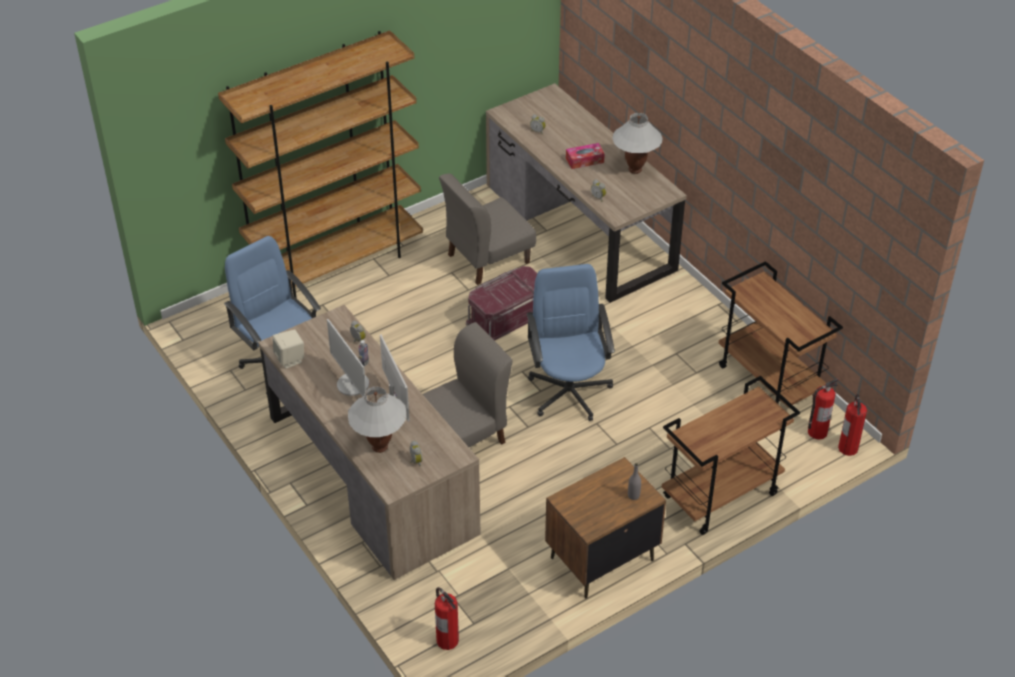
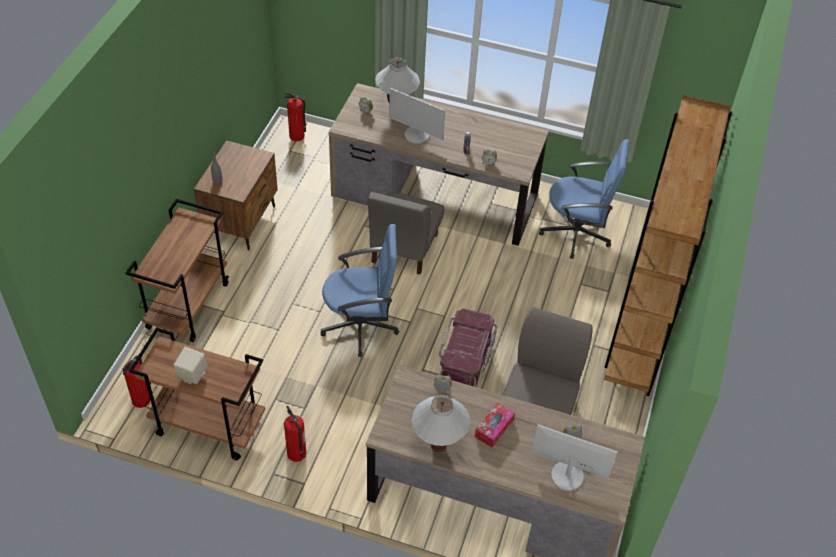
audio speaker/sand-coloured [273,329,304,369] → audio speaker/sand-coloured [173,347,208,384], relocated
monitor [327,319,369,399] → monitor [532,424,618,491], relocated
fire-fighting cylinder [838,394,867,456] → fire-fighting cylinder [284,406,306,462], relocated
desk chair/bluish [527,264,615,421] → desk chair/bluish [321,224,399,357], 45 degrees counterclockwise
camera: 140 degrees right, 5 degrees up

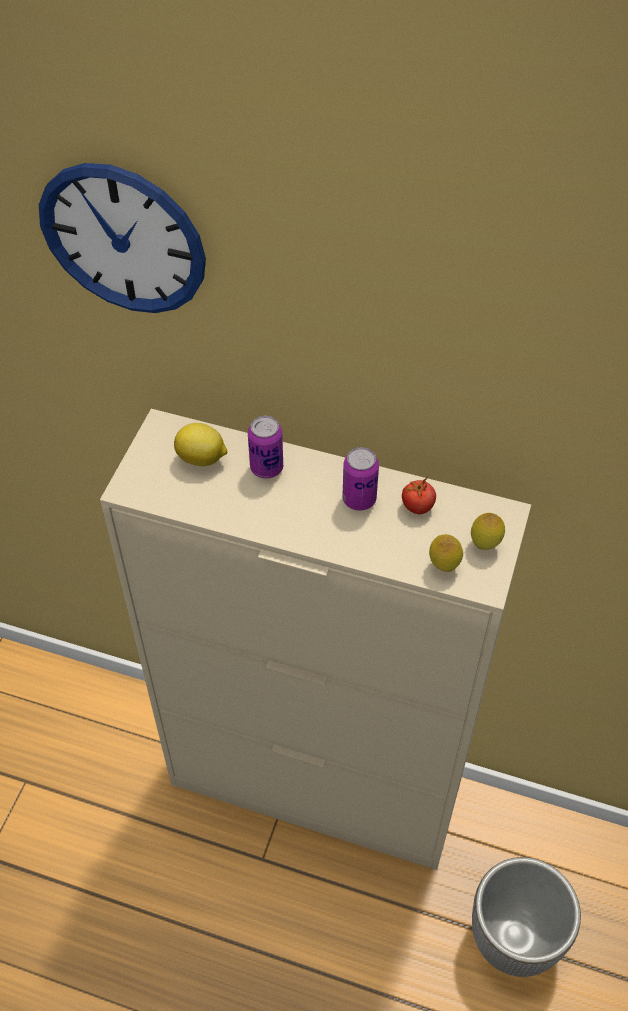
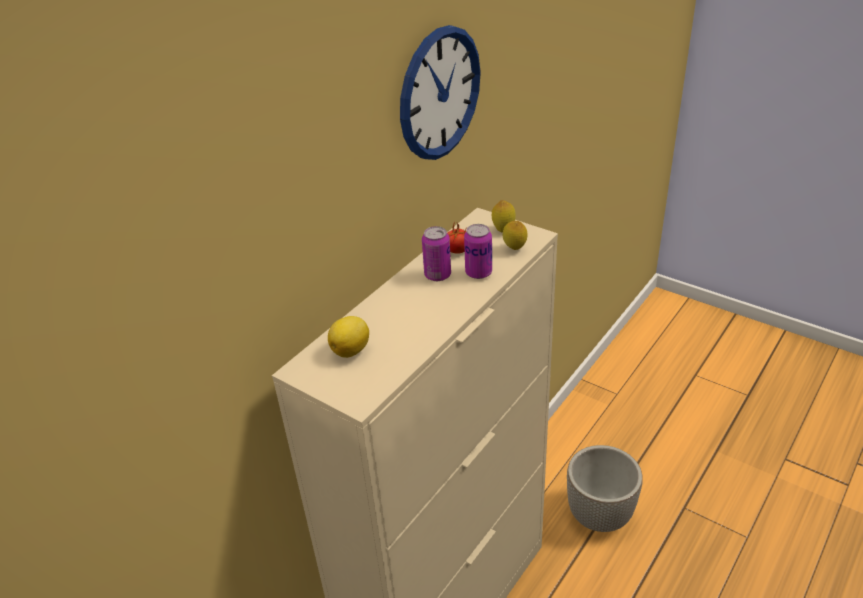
hanging clock [39,163,206,313] → hanging clock [400,25,481,160], relocated
can [248,416,283,479] → can [464,224,492,279], relocated
camera: 70 degrees left, 15 degrees down

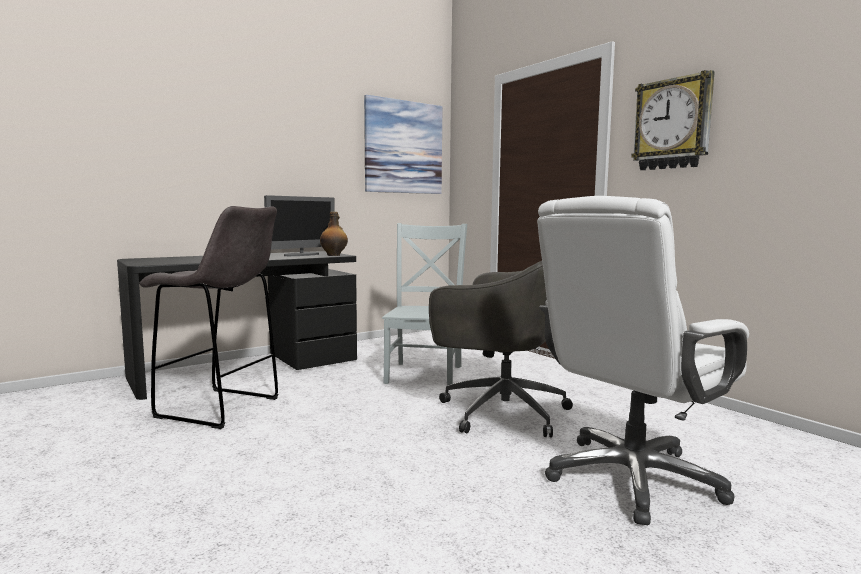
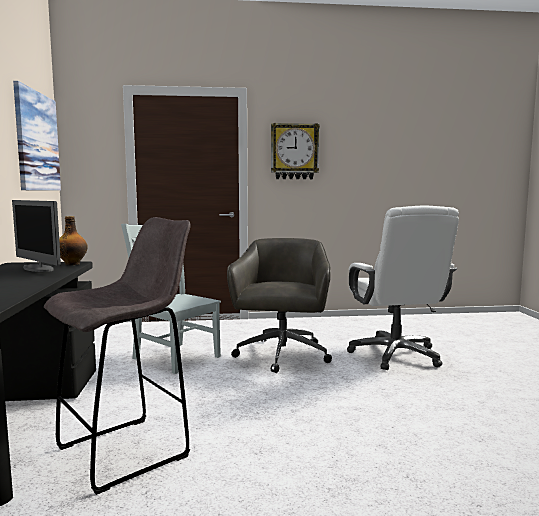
monitor [264,195,335,256] → monitor [12,200,61,272], 150 degrees clockwise
desk chair/greyish [429,261,573,438] → desk chair/greyish [227,238,332,373], 45 degrees counterclockwise
camera: 60 degrees left, 0 degrees up

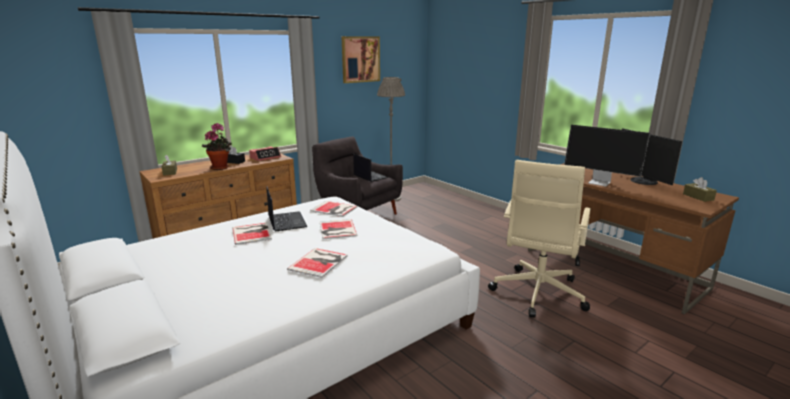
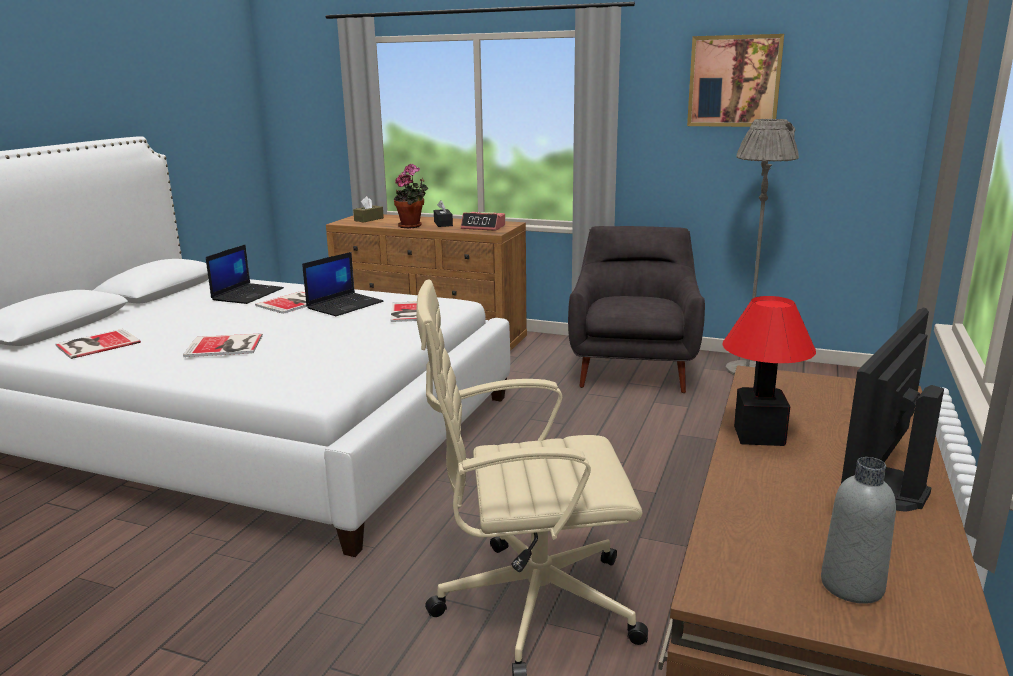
bound book [320,219,358,239] → bound book [55,329,141,359], relocated
laptop [353,154,389,182] → laptop [206,245,284,304], relocated
monitor [564,125,650,186] → table lamp [722,296,816,446]
box of tissues/brownish [683,177,717,202] → drink bottle/greyish [821,457,896,604]
camera: 60 degrees right, 0 degrees up

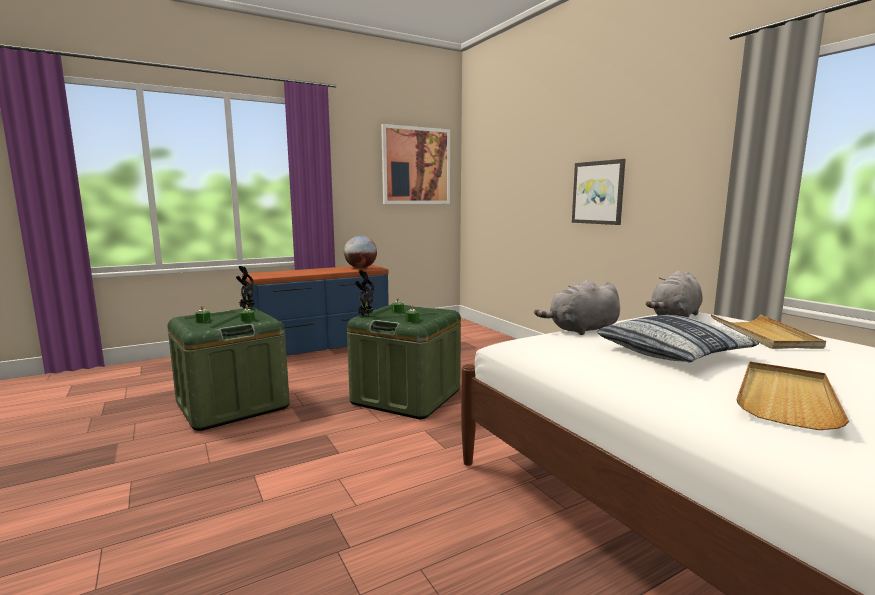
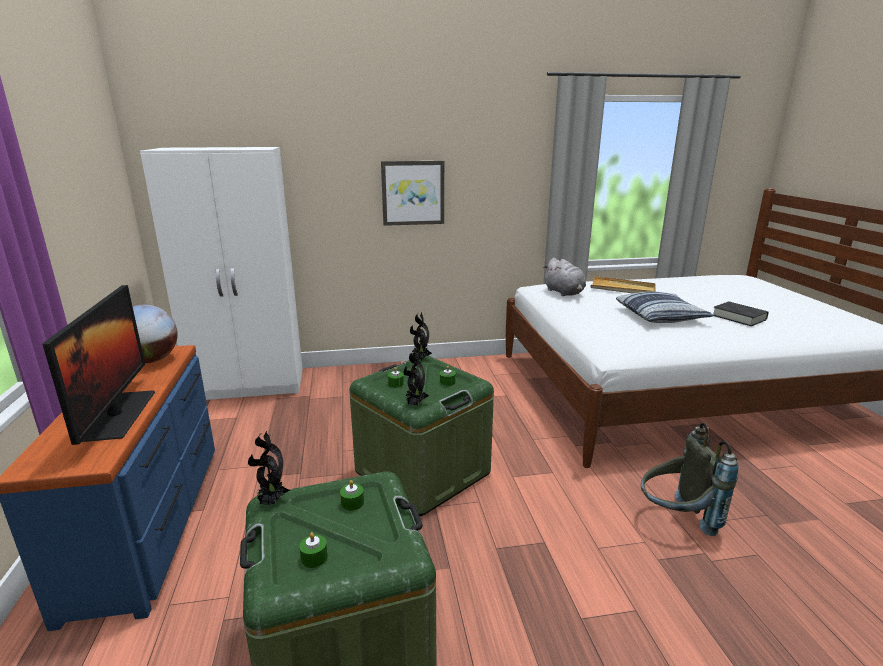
wall picture [381,124,450,204] → -
soft toy/greyish [534,280,620,335] → -
- → monitor [42,285,155,445]
- → clothes cupboard/whitish [140,147,303,400]
- → plant in a pot [410,313,432,361]
- → backpack/greyish [641,422,739,536]
carrying tray/sand-coloured [736,362,849,430] → bound book/black [713,302,769,326]
camera: 70 degrees left, 10 degrees up

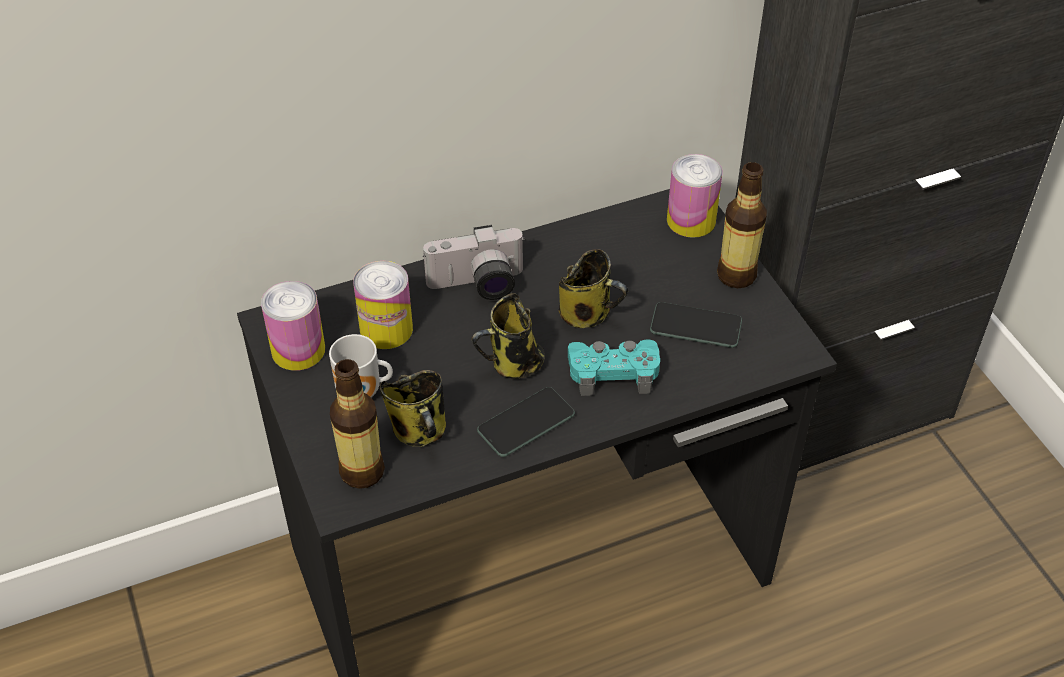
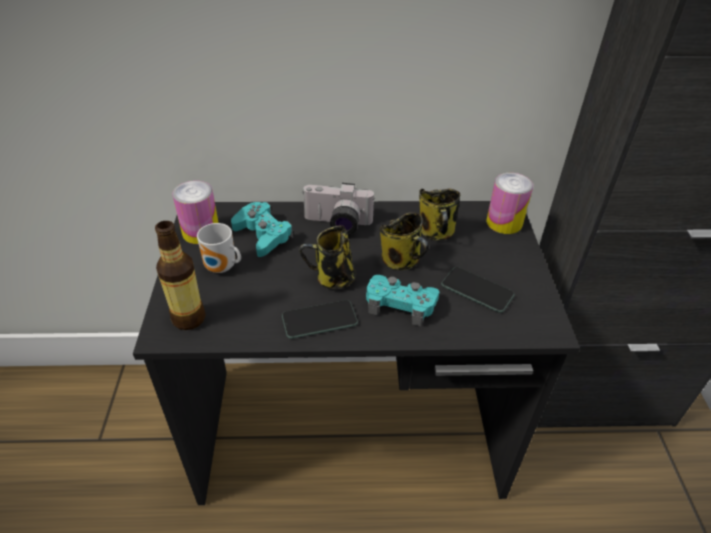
drink bottle [717,162,767,288] → -
coffee mug [379,370,446,447] → coffee mug [419,189,461,240], relocated
can [353,261,413,349] → game controller/turquoise [231,202,293,257]
camera: 20 degrees right, 5 degrees down

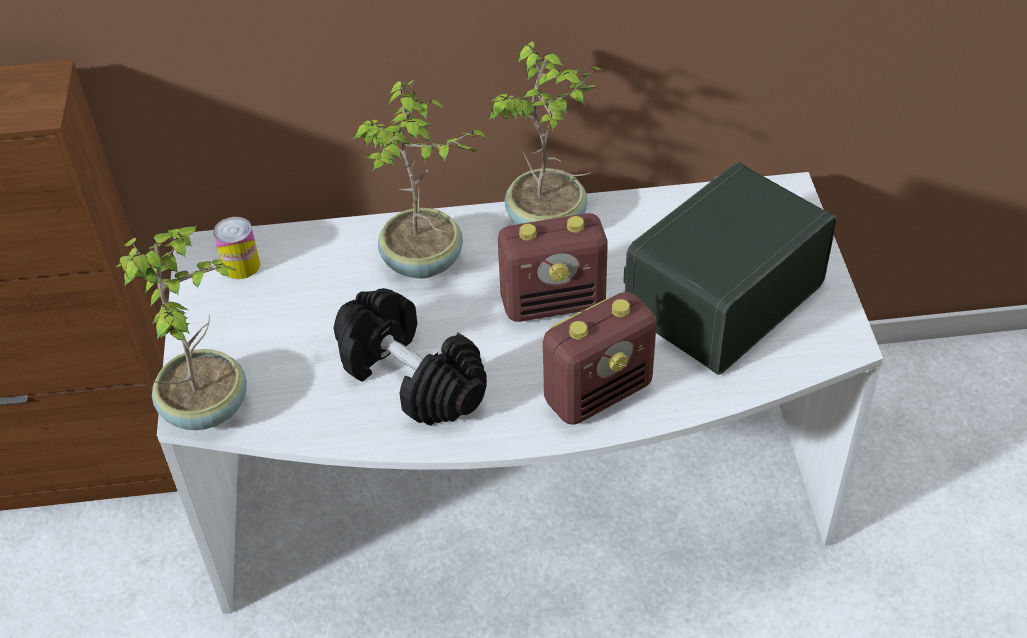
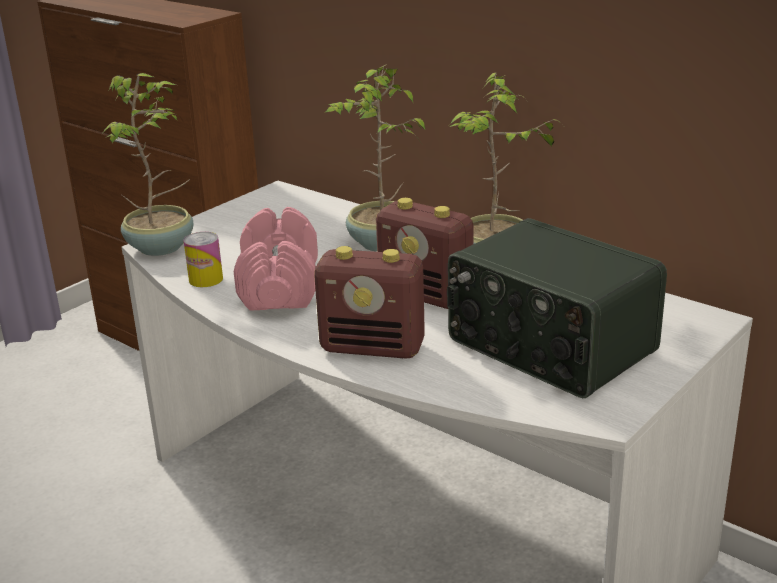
can [213,217,260,279] → can [183,232,223,287], relocated
dumbbell/black [334,288,487,426] → dumbbell/pink-coloured [234,207,318,311]
radio [623,162,837,375] → radio [447,218,667,398], 135 degrees counterclockwise
camera: 45 degrees right, 20 degrees down

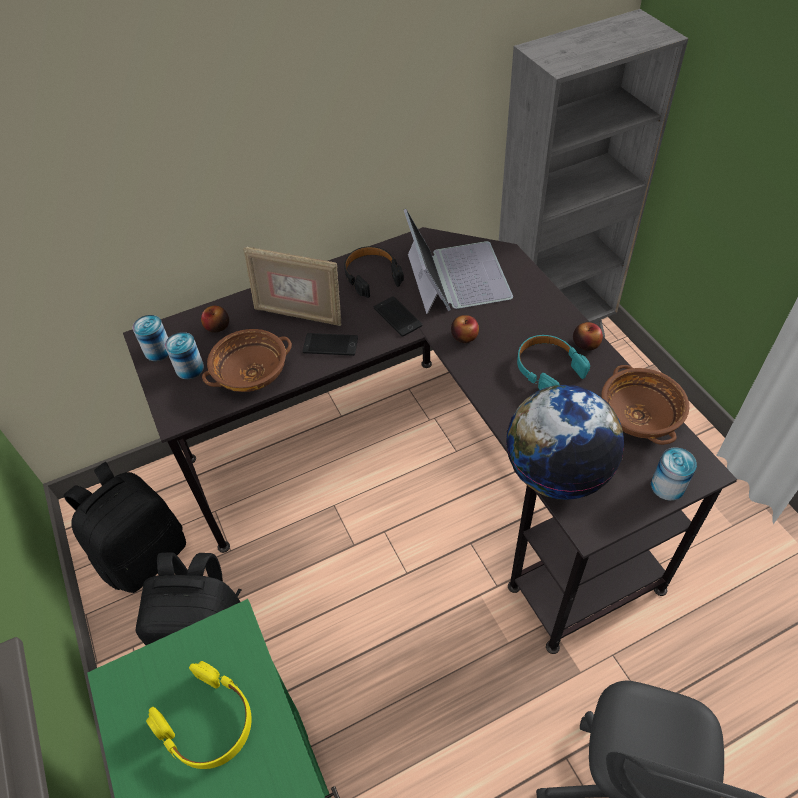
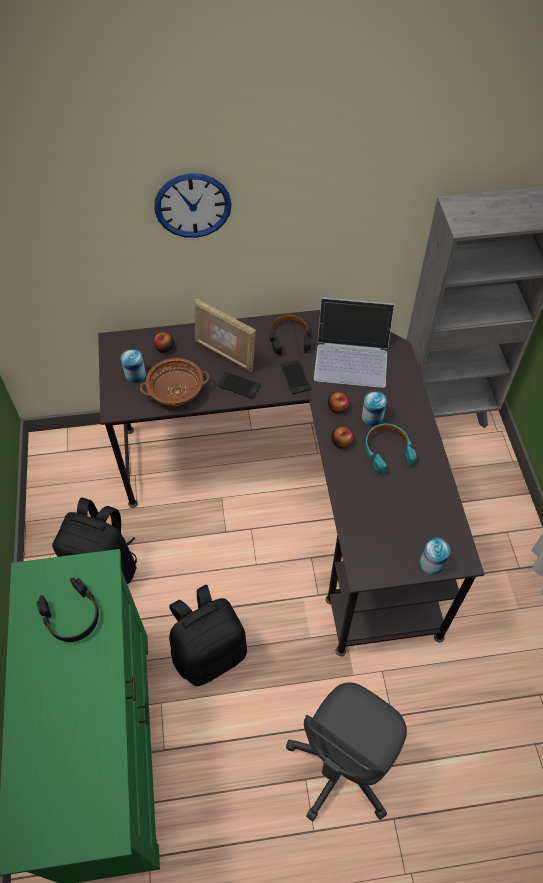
globe [506,385,624,500] → -
deep dish/brownish [601,365,689,445] → -
- → hanging clock [154,173,232,238]
backpack/black [64,462,186,593] → backpack/black [169,585,247,686], relocated
can [133,315,169,361] → can [362,391,387,426], relocated
apple [573,322,603,351] → apple [331,426,353,449], relocated
headphones/yellow [146,661,251,769] → headphones/black [36,578,99,642]
laptop [404,209,513,314] → laptop [314,297,395,388], 90 degrees clockwise
camera: 15 degrees right, 5 degrees up

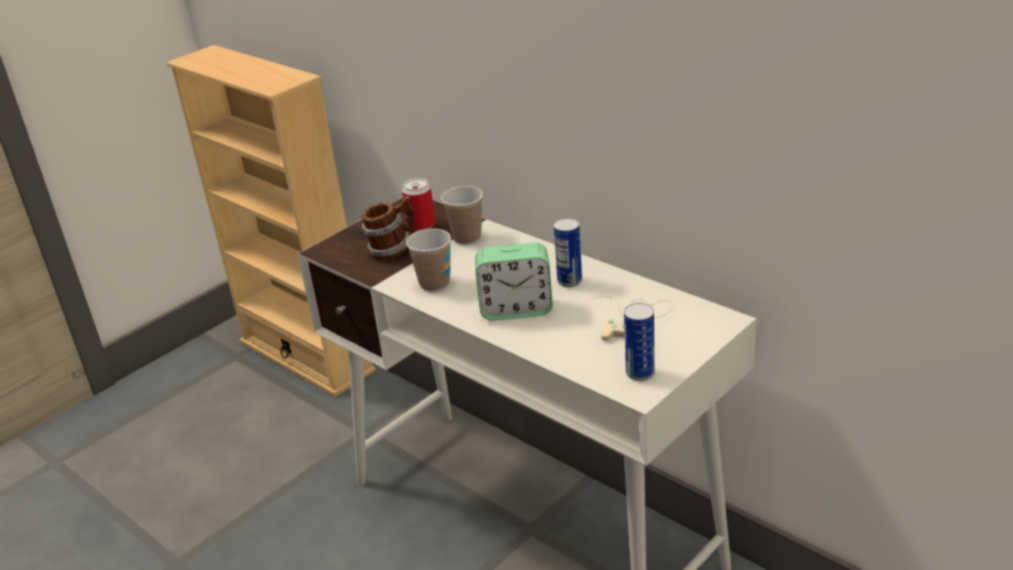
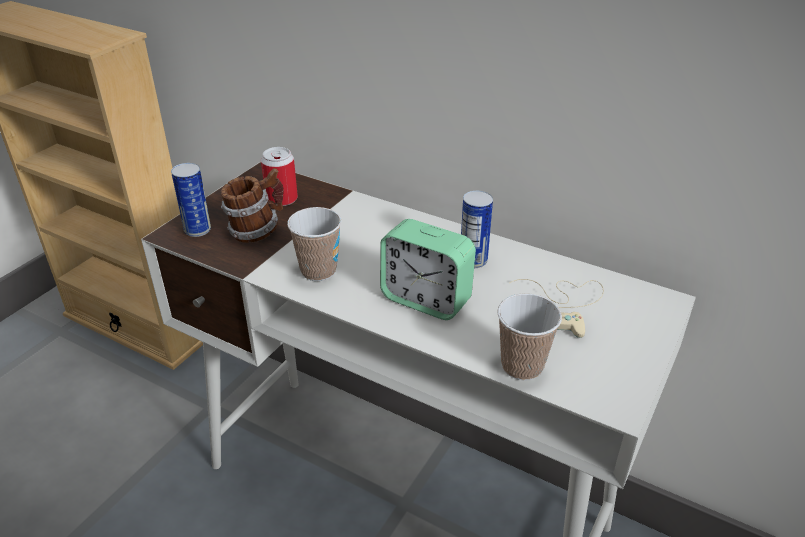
drinking cup [441,186,483,245] → drinking cup [497,293,562,381], relocated
can [624,303,655,381] → can [171,163,211,237], relocated
alarm clock [475,242,553,320] → alarm clock [380,219,476,320], 45 degrees clockwise
camera: 15 degrees left, 5 degrees up

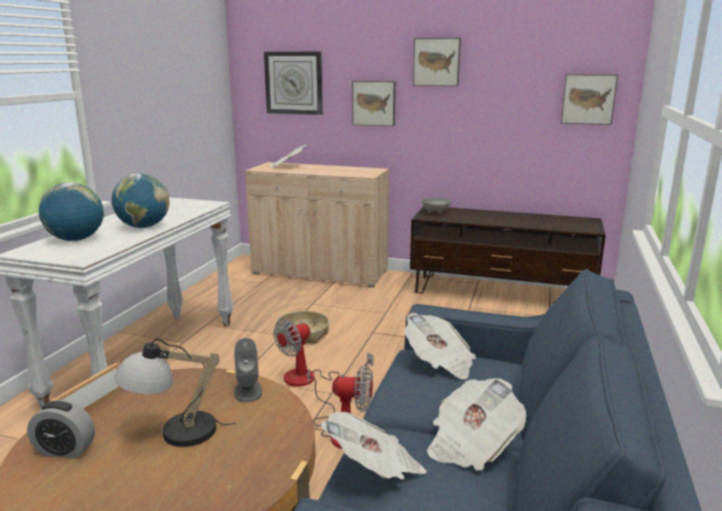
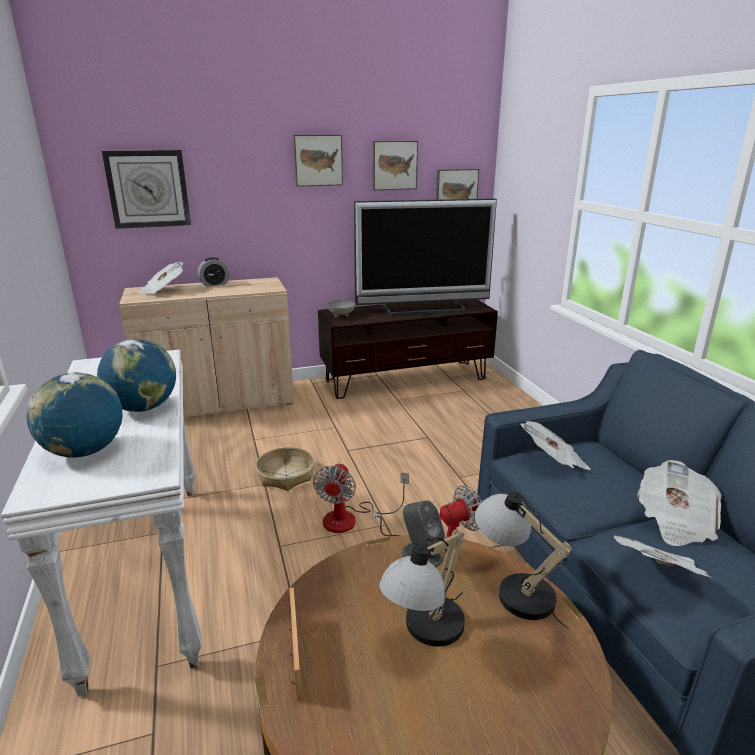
- → TV set [354,198,497,316]
- → table lamp [475,491,572,629]
alarm clock [27,400,95,459] → alarm clock [198,257,229,287], relocated
wall picture [352,81,396,126] → wall picture [372,141,418,190], relocated
camera: 35 degrees left, 5 degrees up

